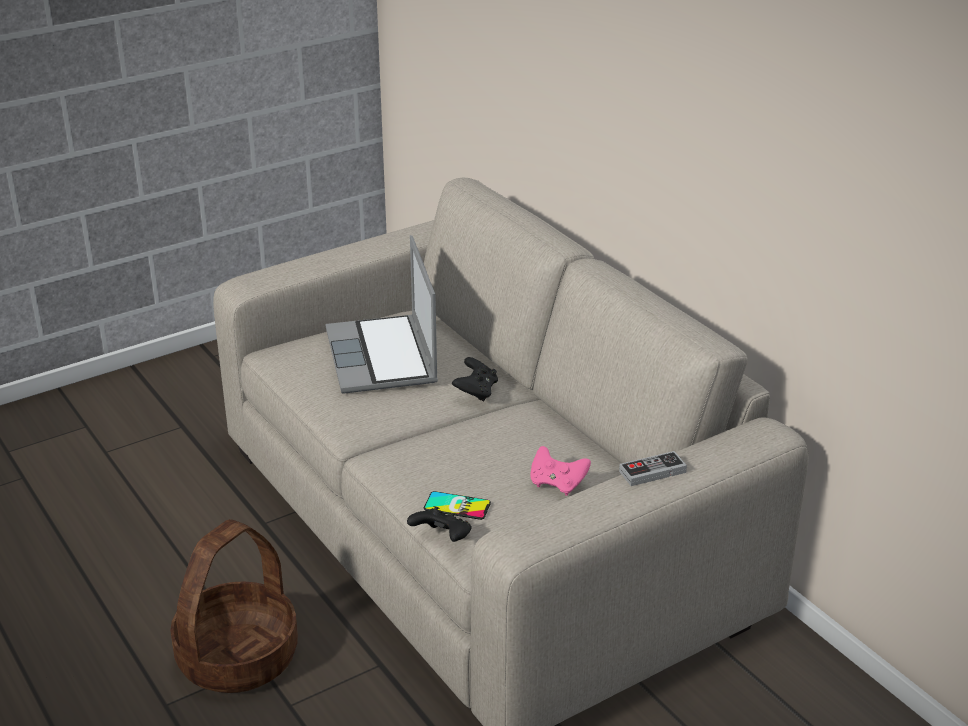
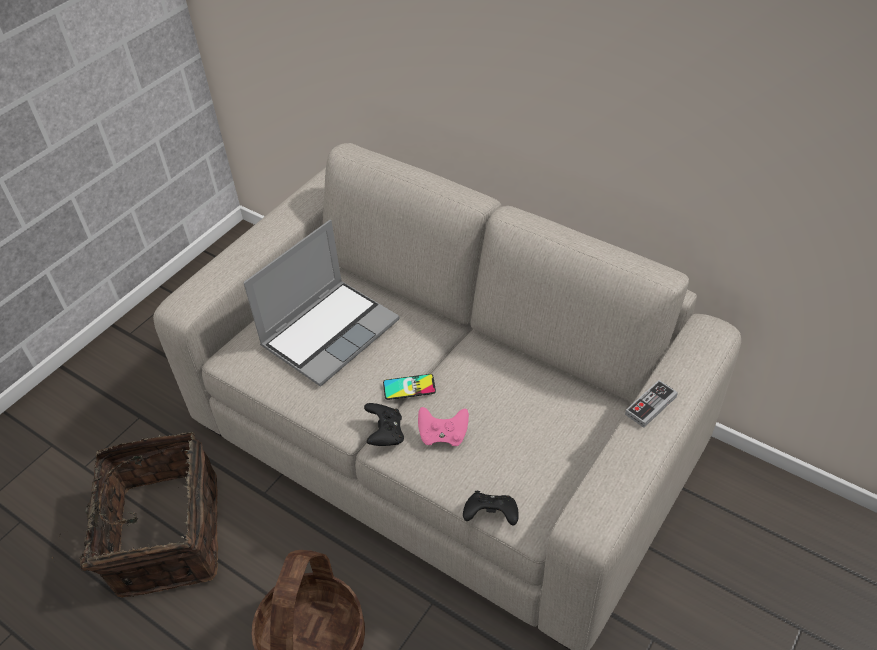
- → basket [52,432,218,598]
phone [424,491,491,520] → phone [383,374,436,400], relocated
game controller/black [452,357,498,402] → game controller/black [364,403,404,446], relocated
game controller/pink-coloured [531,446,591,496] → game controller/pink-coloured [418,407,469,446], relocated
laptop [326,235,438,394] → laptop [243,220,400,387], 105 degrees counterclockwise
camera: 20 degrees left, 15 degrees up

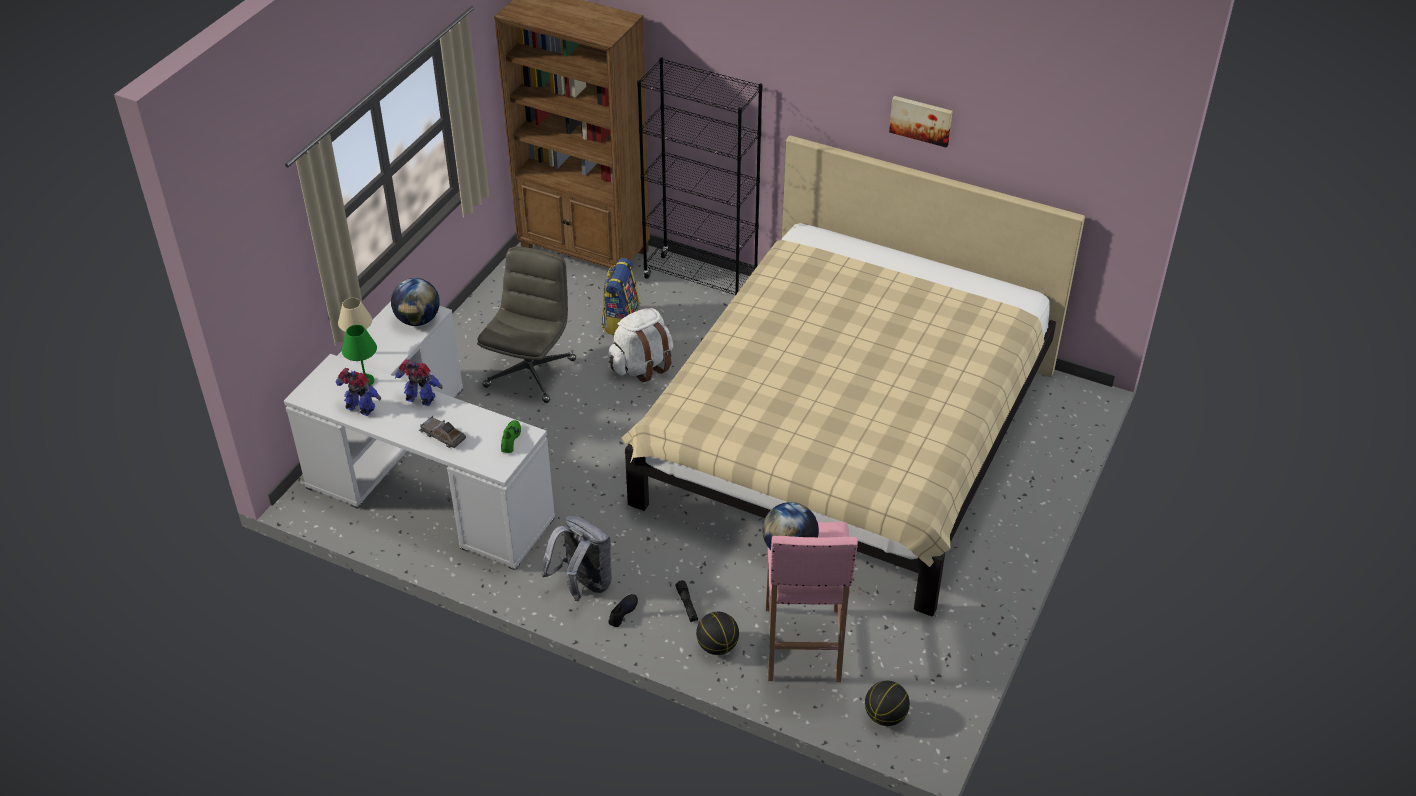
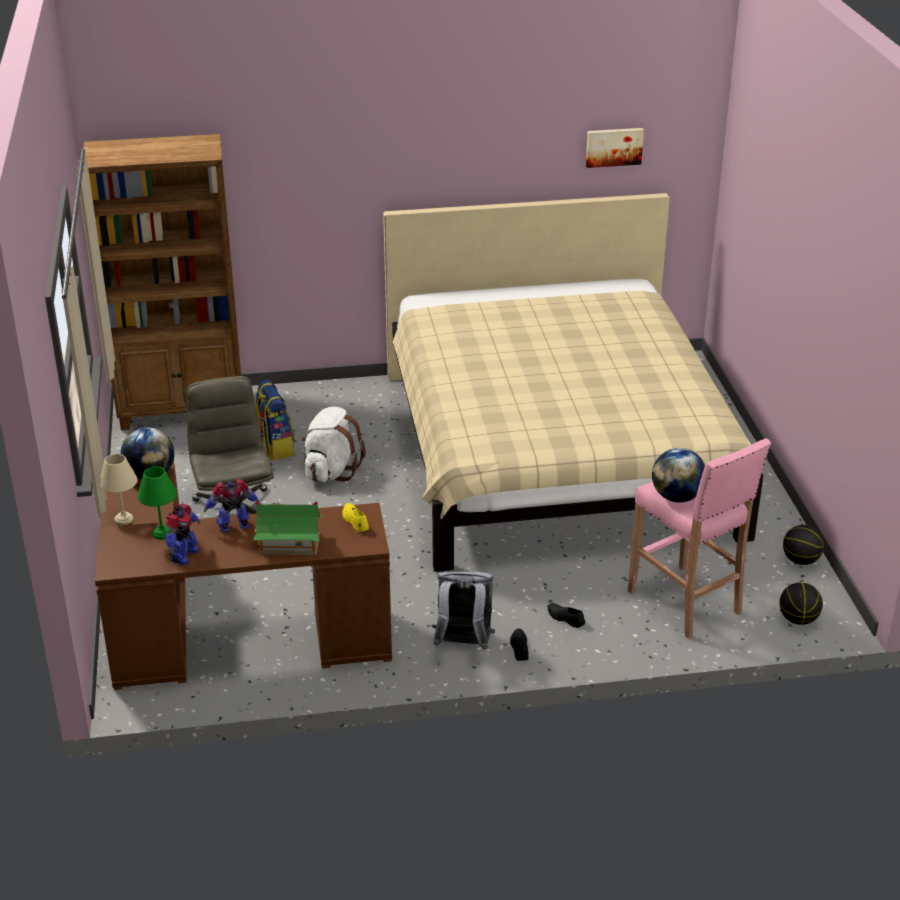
bookcase/black [637,57,763,295] → -
basketball ball [696,612,739,655] → basketball ball [783,525,824,565], relocated
wall picture [889,96,952,148] → wall picture [586,128,644,168], relocated
toy car/greyish [418,416,466,448] → model house [253,501,324,555]
hand torch/black [675,580,698,622] → shoe/black [548,603,585,628]
desk unit/whitish [284,302,555,570] → desk unit/brownish [95,460,392,690]
shoe/green-coloured [501,420,521,453] → shoe/yellow [342,503,369,532]
model robot [336,368,381,416] → model robot [166,503,201,565], 120 degrees clockwise
camera: 35 degrees left, 10 degrees down

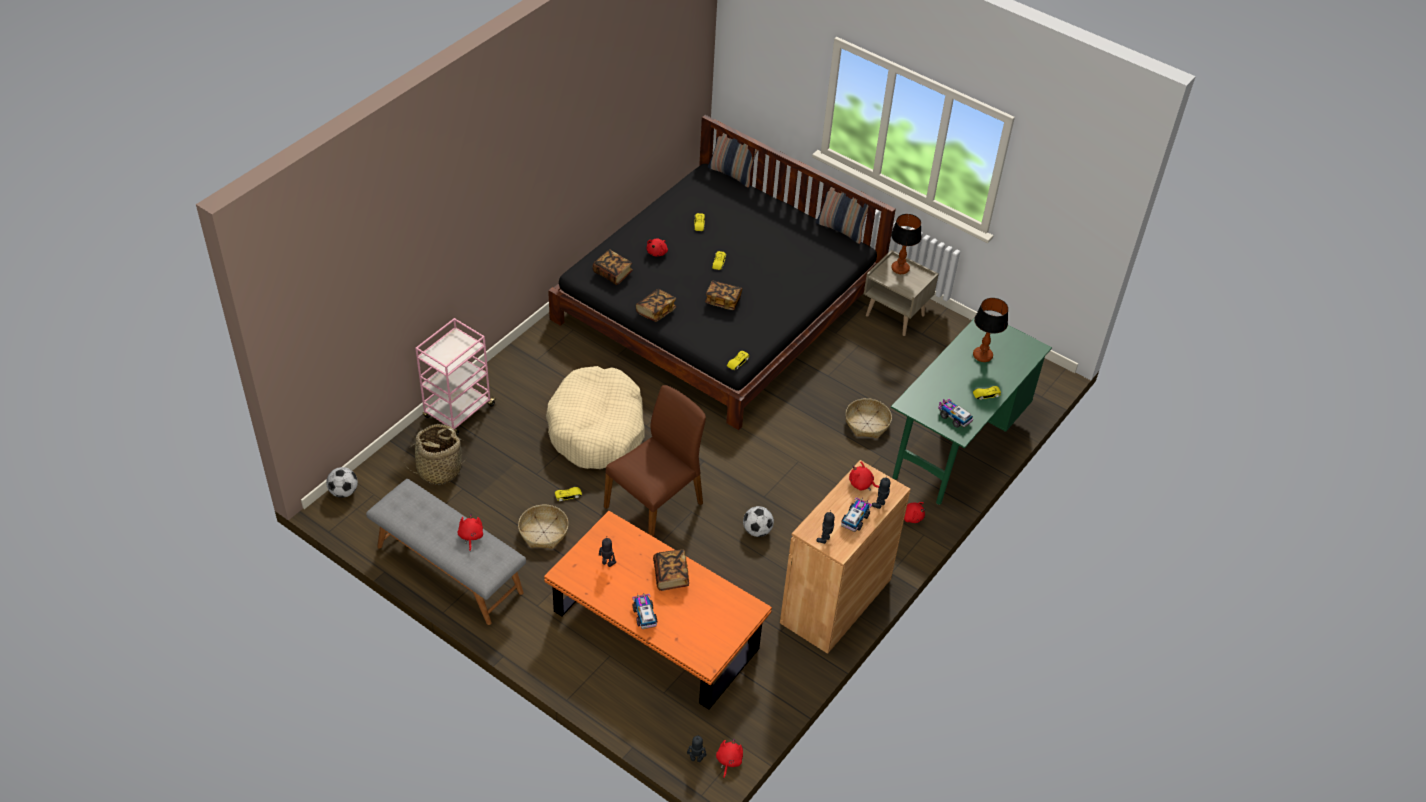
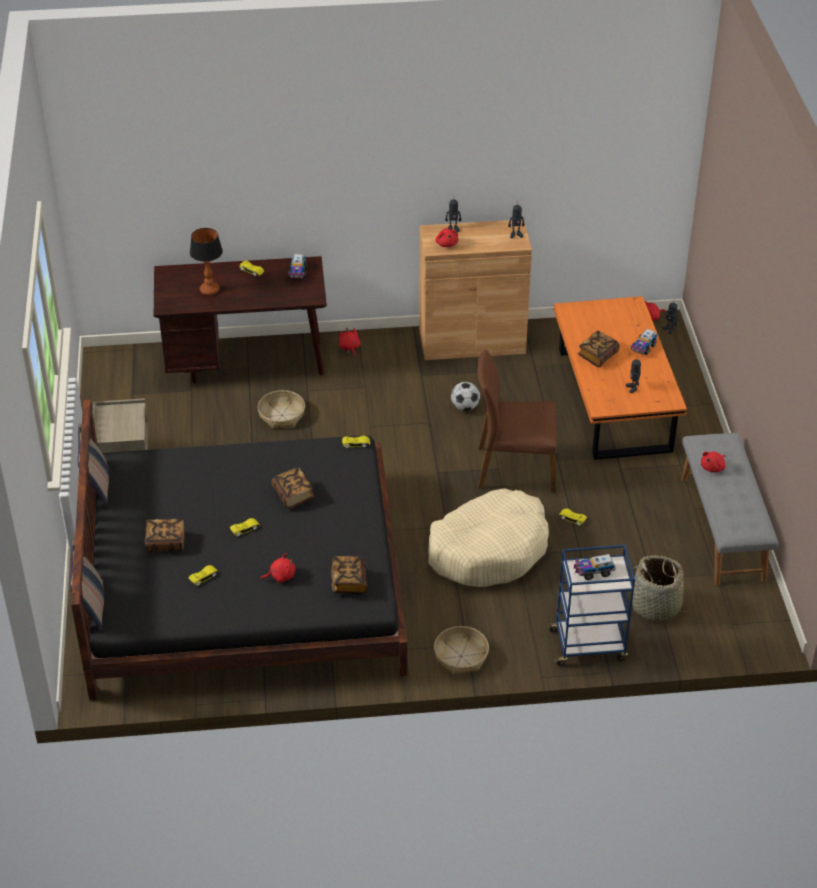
football ball [326,467,358,498] → -
table lamp [891,214,922,274] → -
basket [518,505,569,549] → basket [434,626,489,675], relocated
bound book [636,289,676,322] → bound book [145,519,185,552], relocated
toy truck [841,497,872,532] → toy truck [574,554,616,580], relocated
trolley/pink-coloured [415,318,497,435] → trolley/bluish [546,545,635,666]
desk unit/green-coloured [891,319,1052,505] → desk unit/brownish [154,256,327,384]
camera: 130 degrees left, 5 degrees down

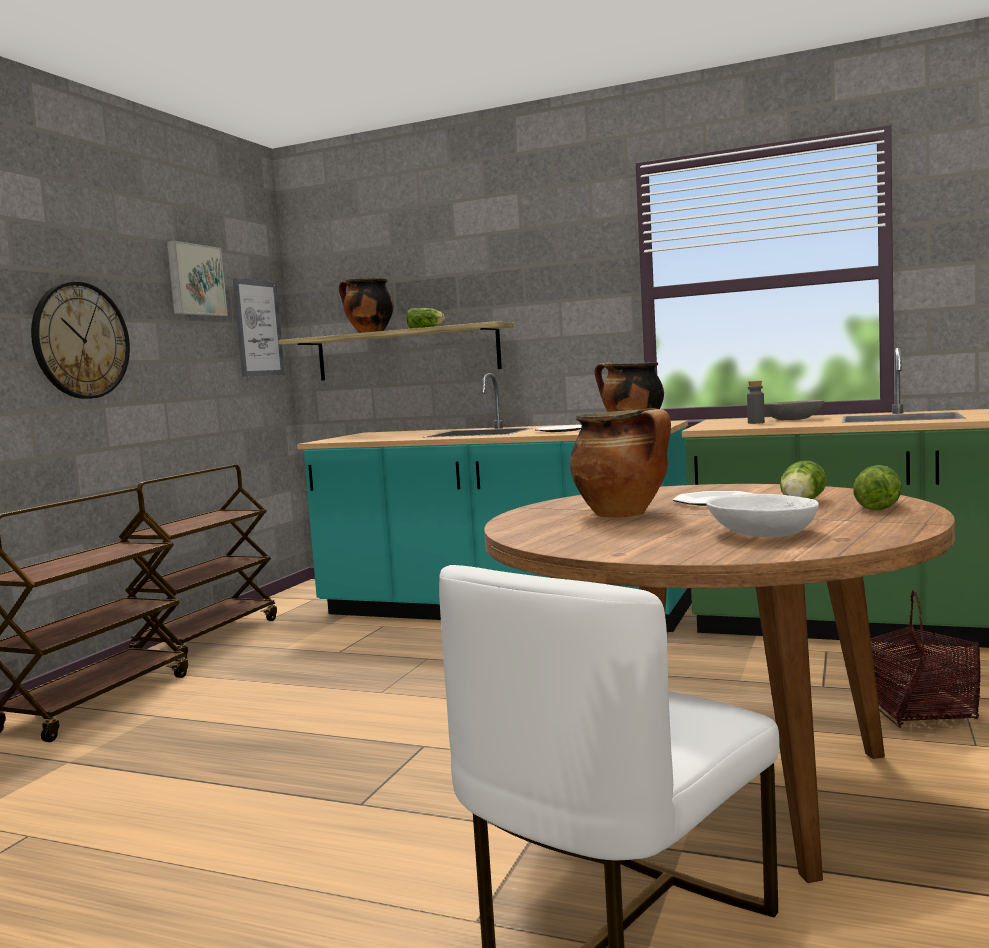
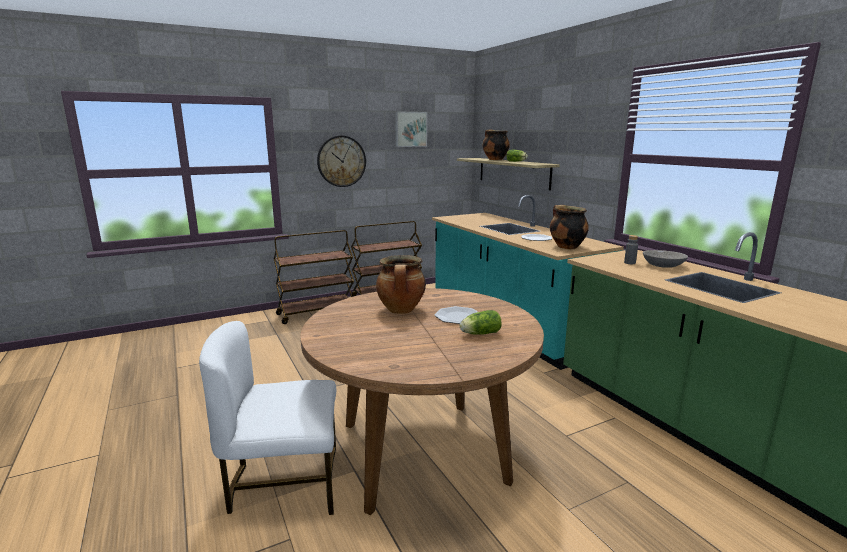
wall picture [233,278,285,377] → -
deep dish/whitish [706,494,819,537] → -
head of lettuce [853,465,901,510] → -
basket [871,590,981,728] → -
camera: 40 degrees right, 10 degrees up

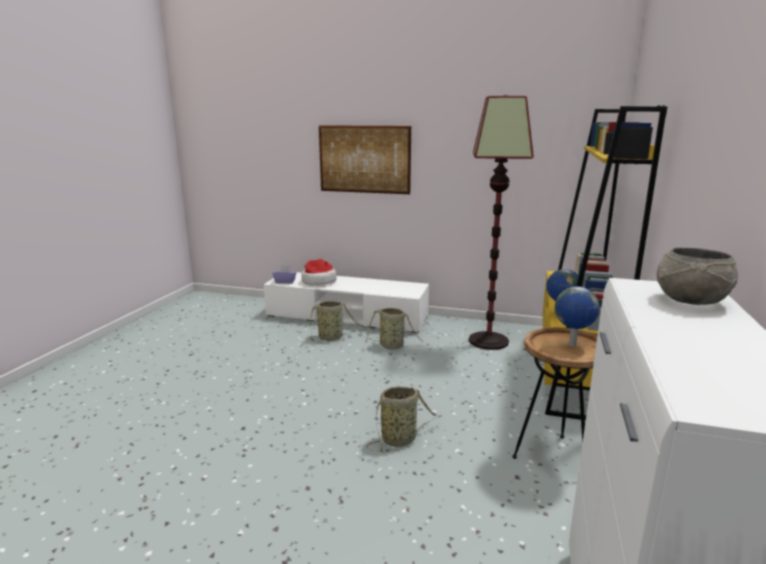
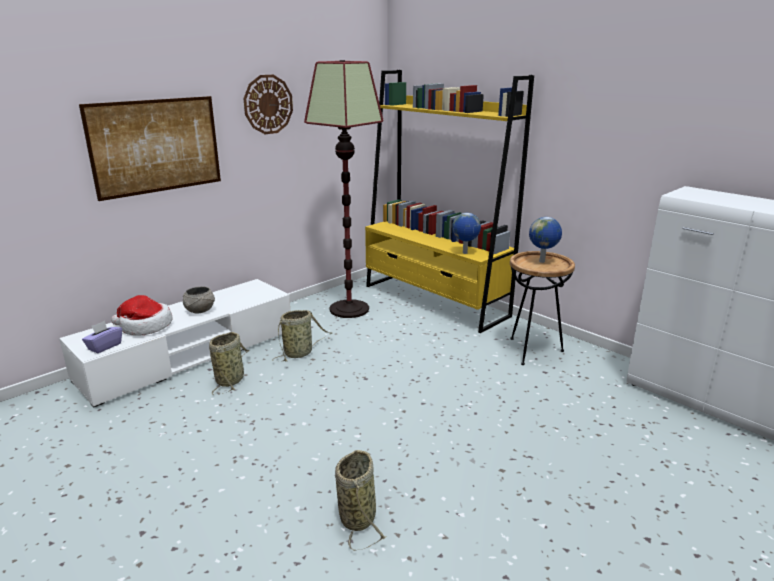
- → hanging clock [243,75,293,134]
basket [366,386,441,453] → basket [335,450,387,551], relocated
deep dish/greyish [657,248,738,305] → deep dish/greyish [183,286,215,314], relocated
camera: 60 degrees left, 5 degrees up

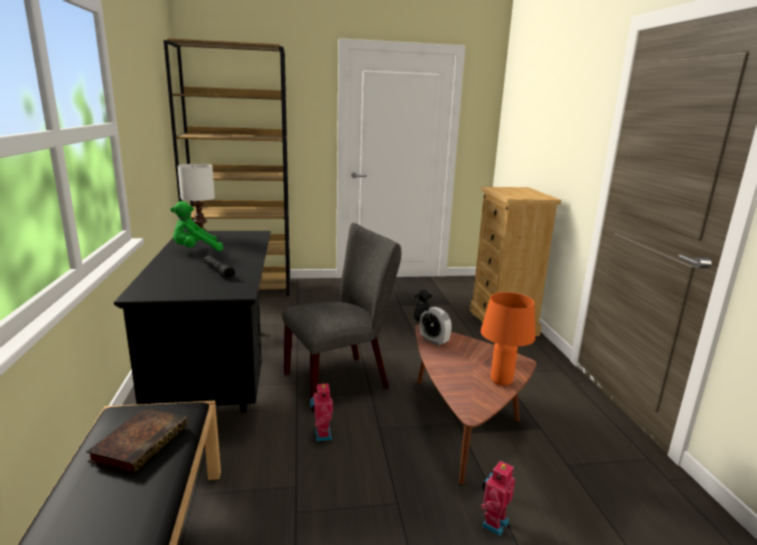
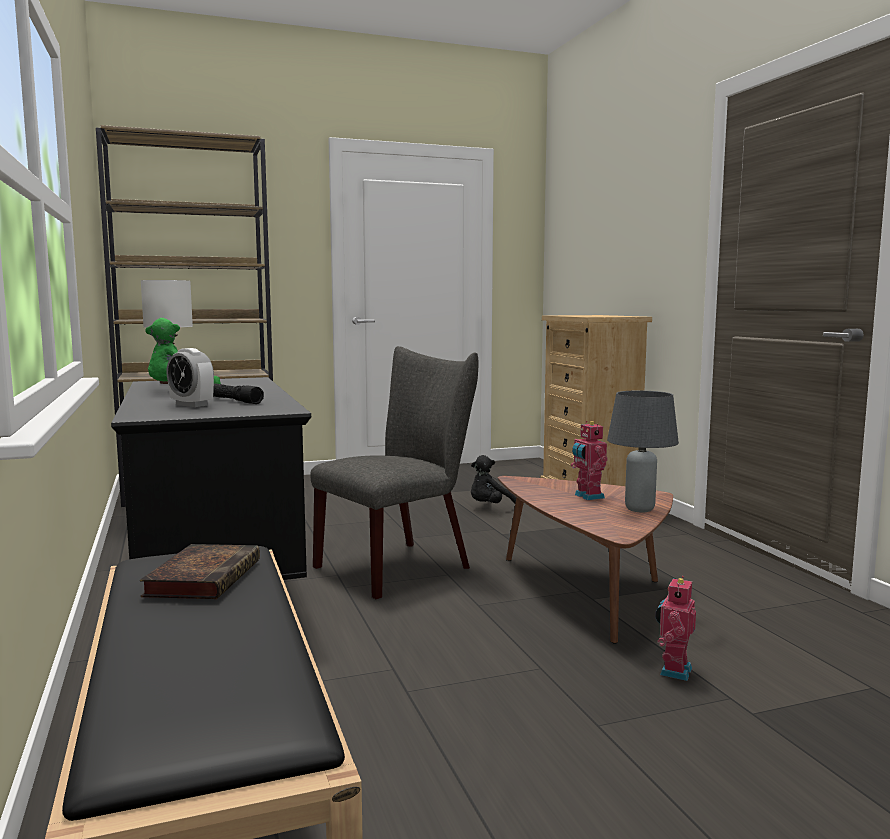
model robot [310,381,333,442] → model robot [571,421,608,500], relocated
alarm clock [420,307,452,346] → alarm clock [166,348,214,407], relocated
table lamp/orange-coloured [481,292,535,386] → table lamp/greyish [607,391,679,513]
camera: 10 degrees left, 10 degrees down

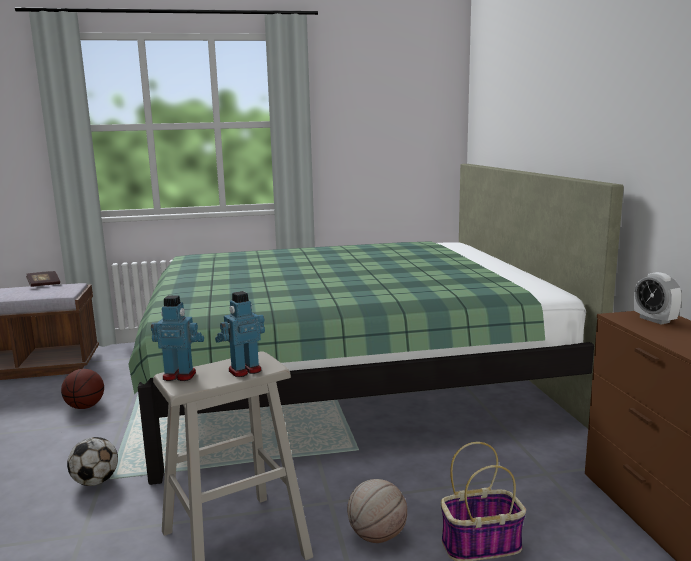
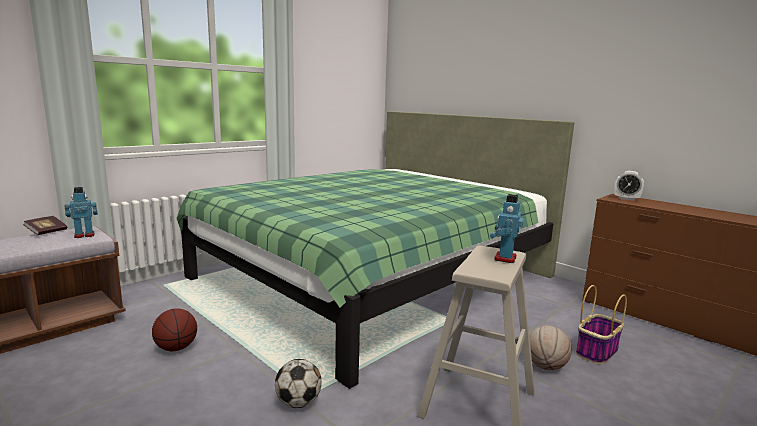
model robot [151,295,204,381] → model robot [64,187,98,238], relocated
camera: 35 degrees left, 0 degrees up

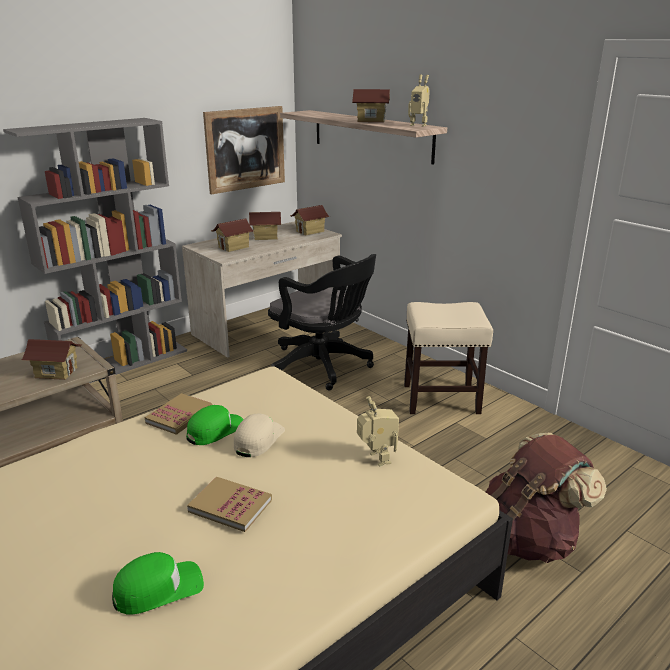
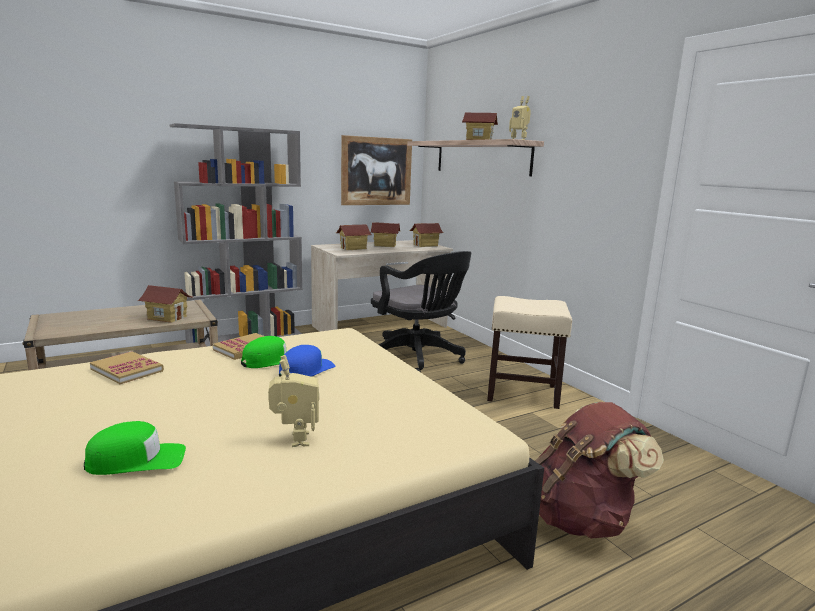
bound book [187,477,272,532] → bound book [90,351,164,384], relocated
model robot [357,396,399,467] → model robot [268,355,319,447], relocated
baseball cap/sand-coloured [234,413,285,457] → baseball cap/bluish [279,345,336,377]
camera: 10 degrees right, 10 degrees down

